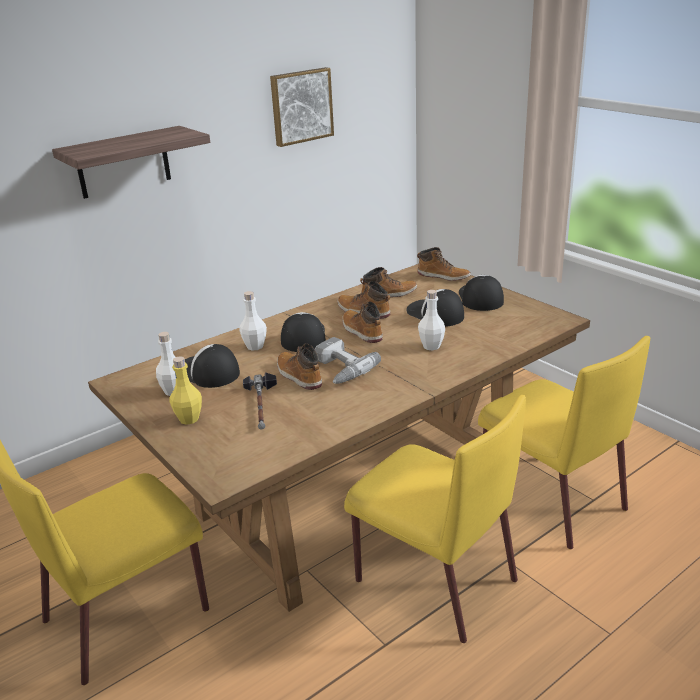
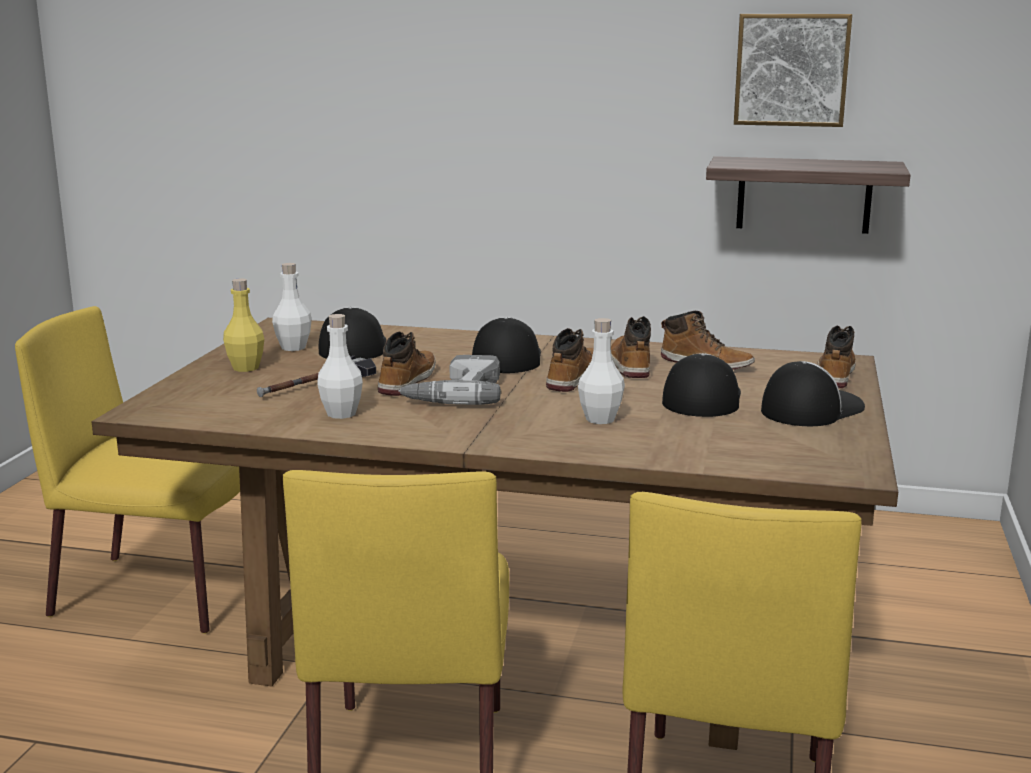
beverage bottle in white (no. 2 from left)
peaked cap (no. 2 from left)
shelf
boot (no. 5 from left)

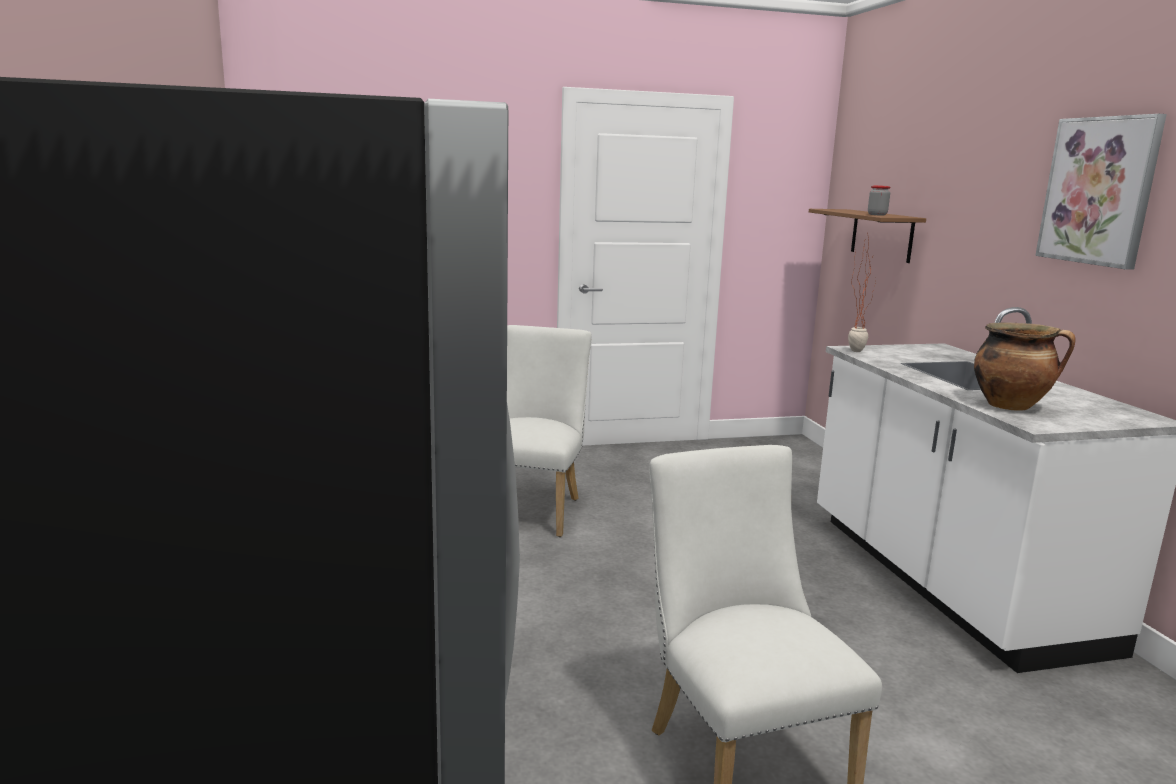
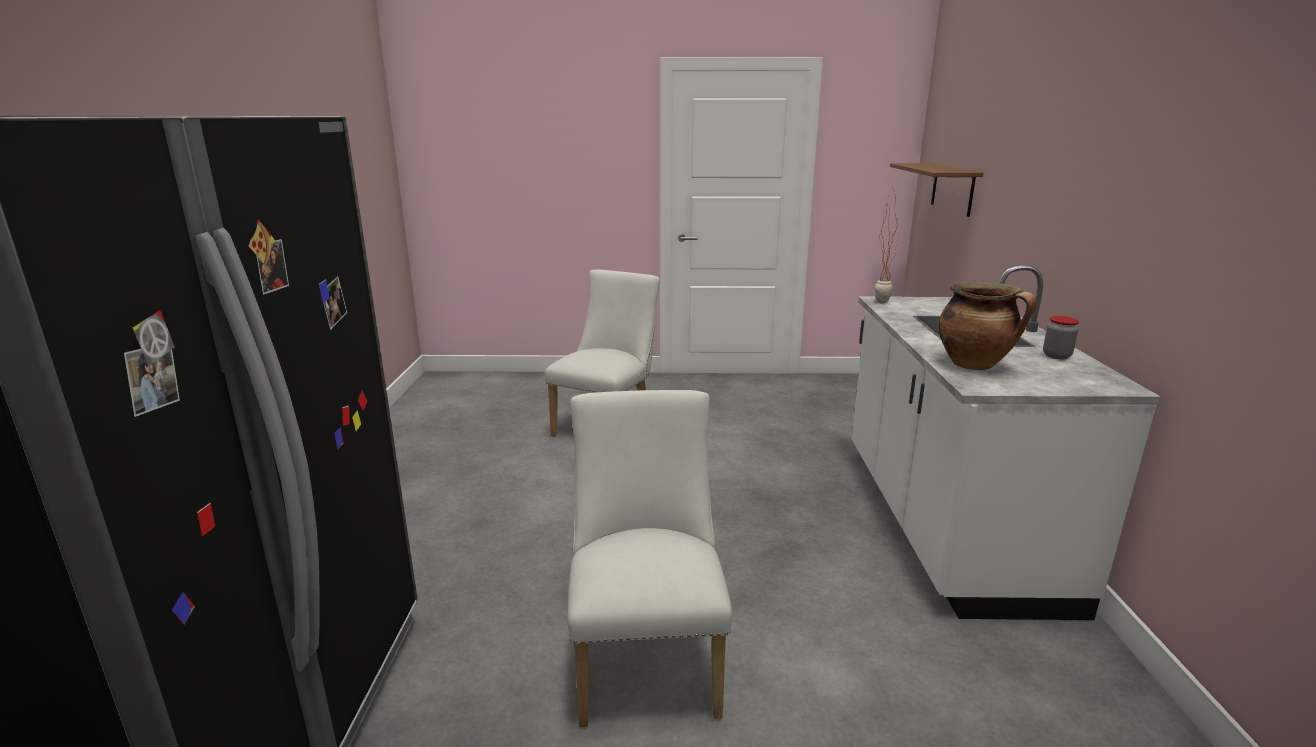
storage jar
picture

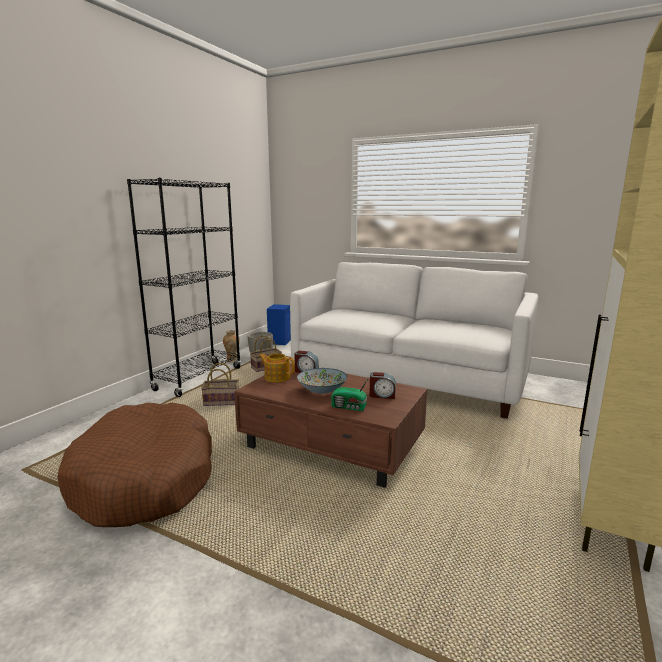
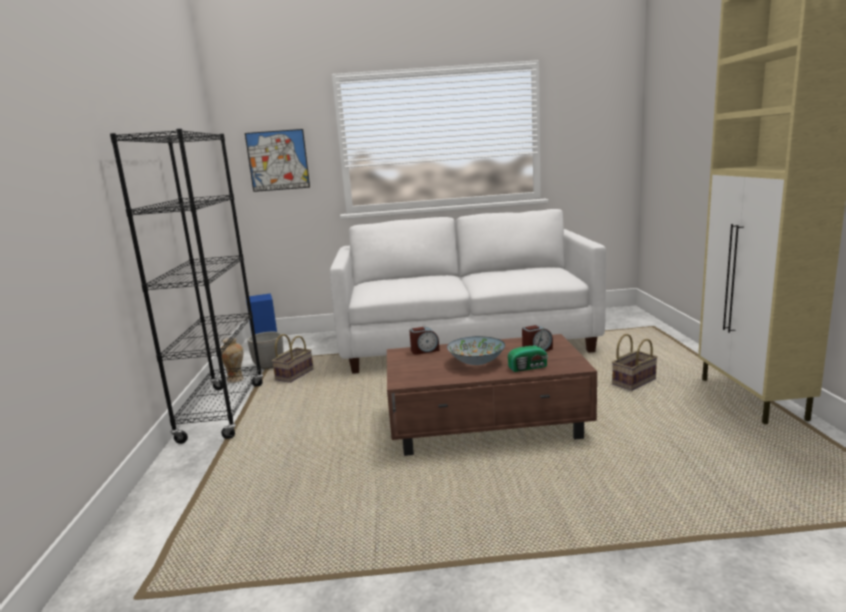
picture
storage basket (no. 2 from left)
pet bed in brown-coloured
teapot

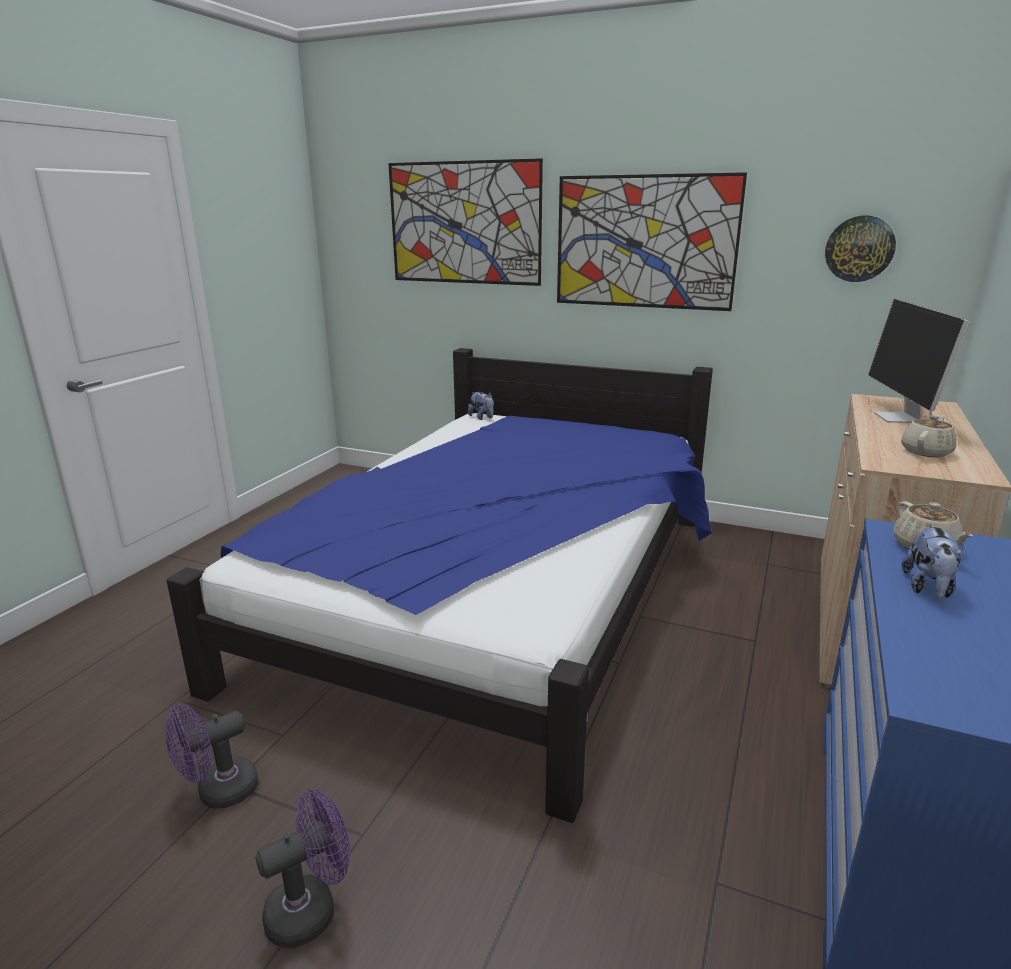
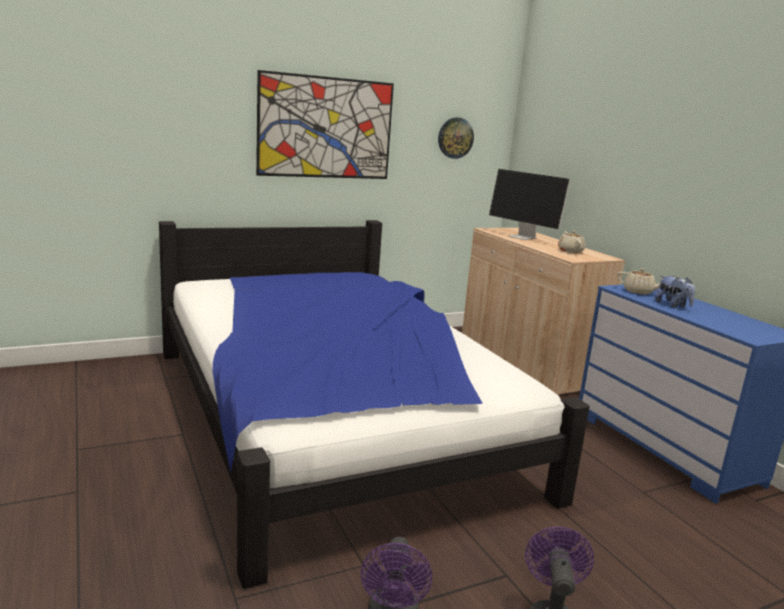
picture (no. 1 from left in the first image)
soft toy (no. 1 from left in the first image)

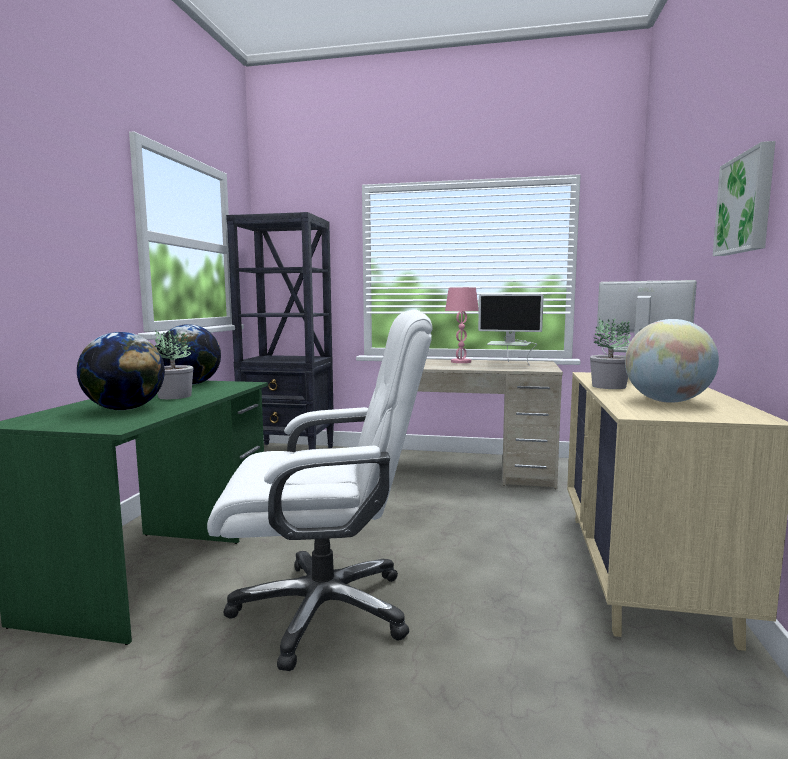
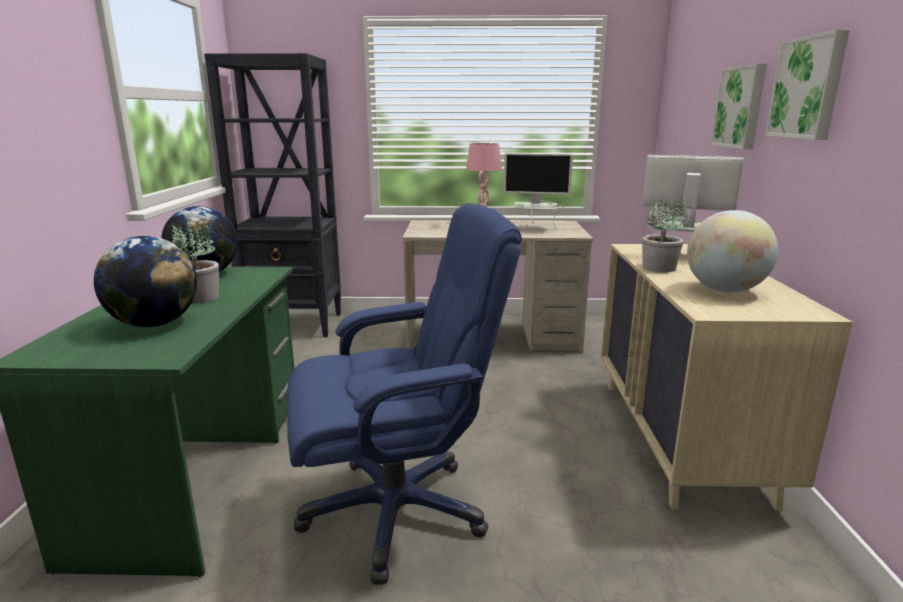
computer chair in bluish
picture (no. 1 from left)

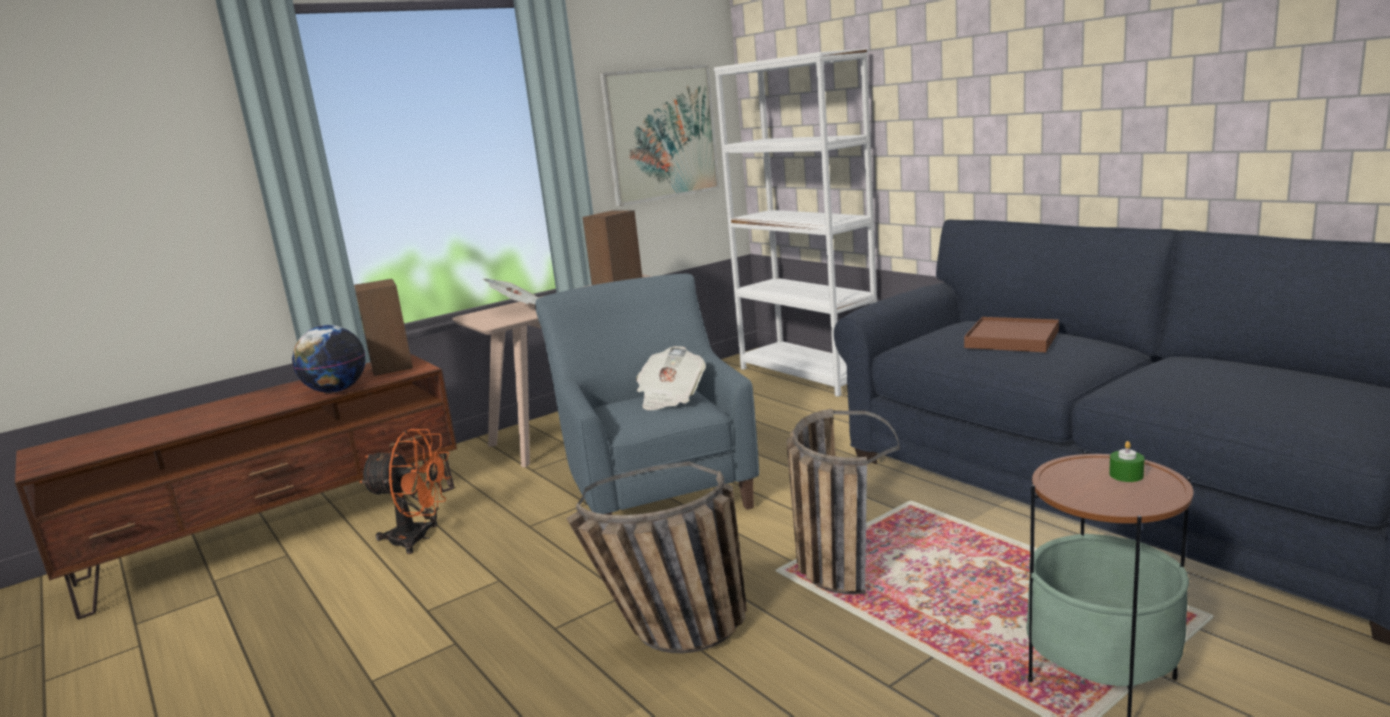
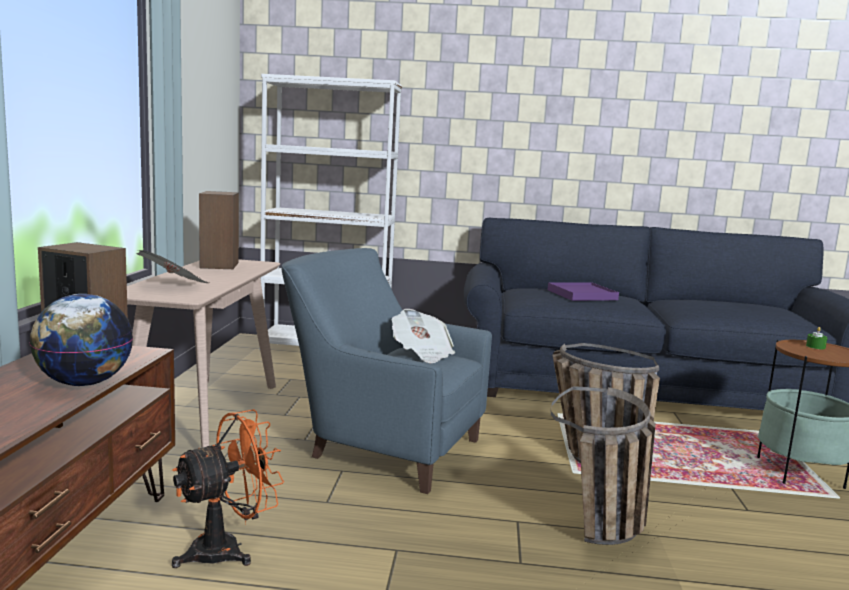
carrying tray in purplish
picture

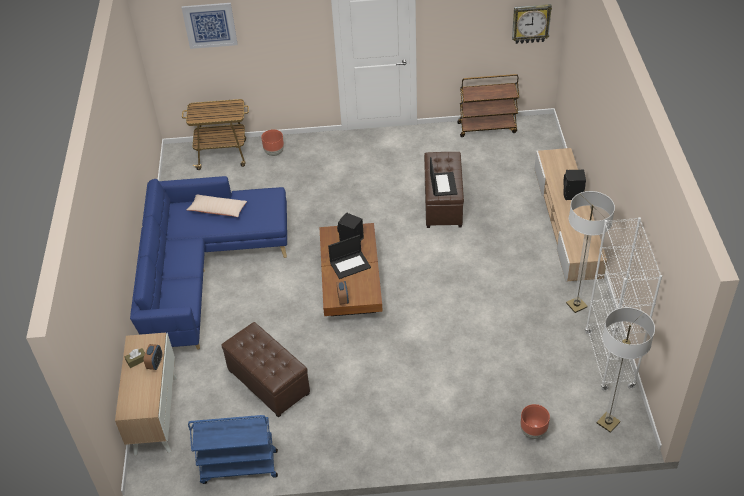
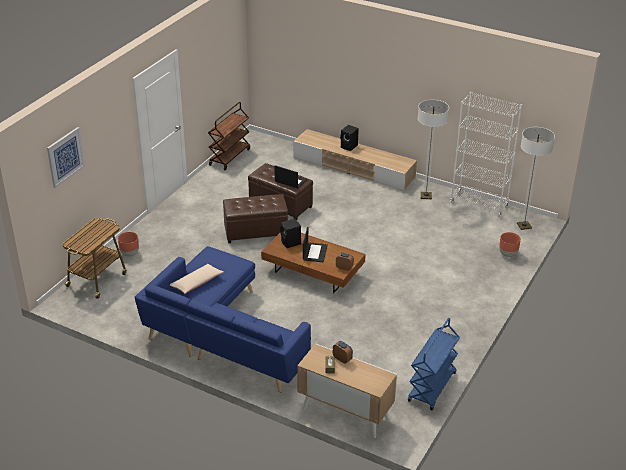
footrest in brown-coloured (no. 1 from left)
wall clock

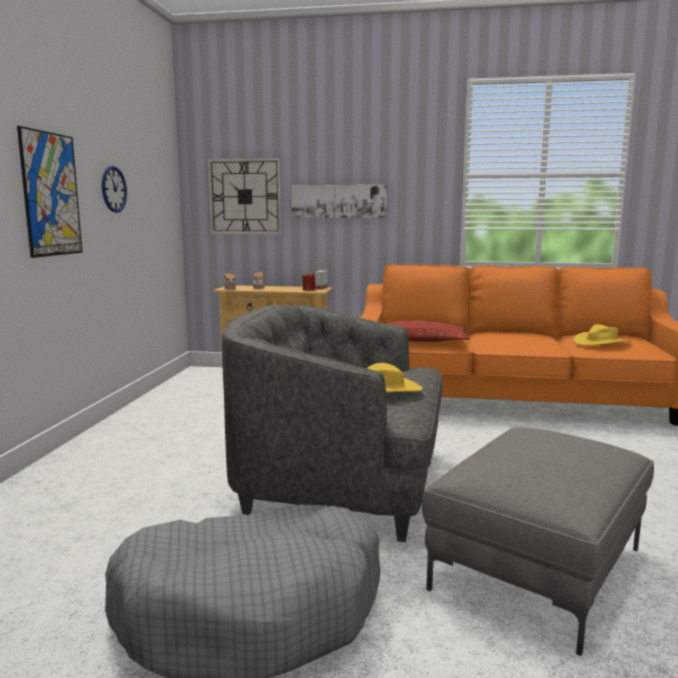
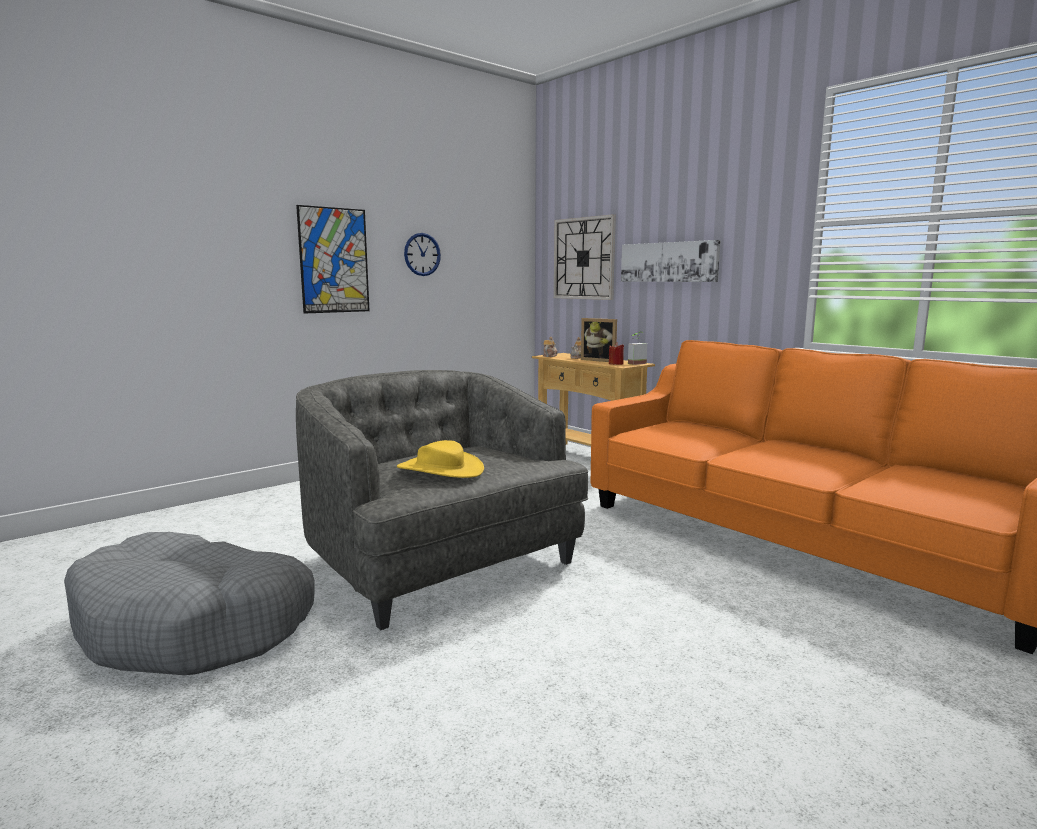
picture frame
throw pillow
footrest in gray
clothing hat in yellow (no. 2 from left in the first image)

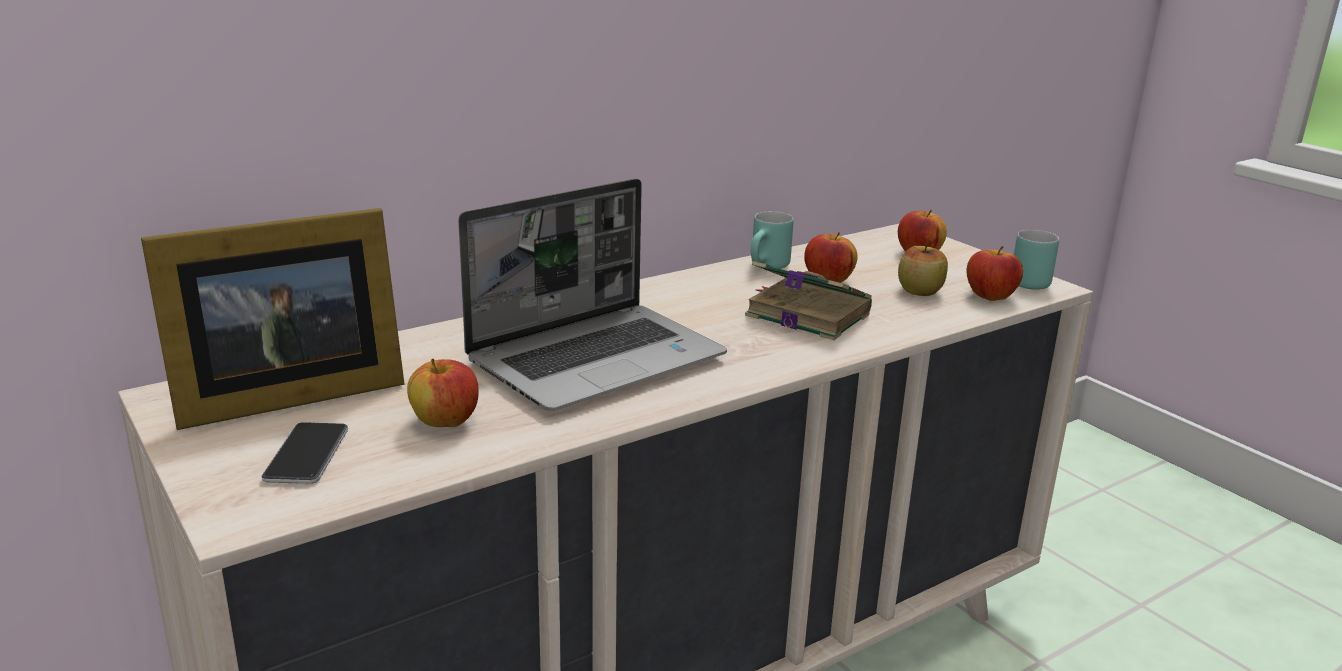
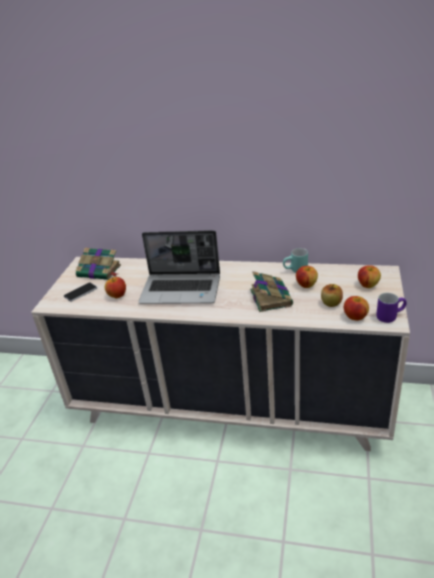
volume (no. 1 from left)
mug in purplish

